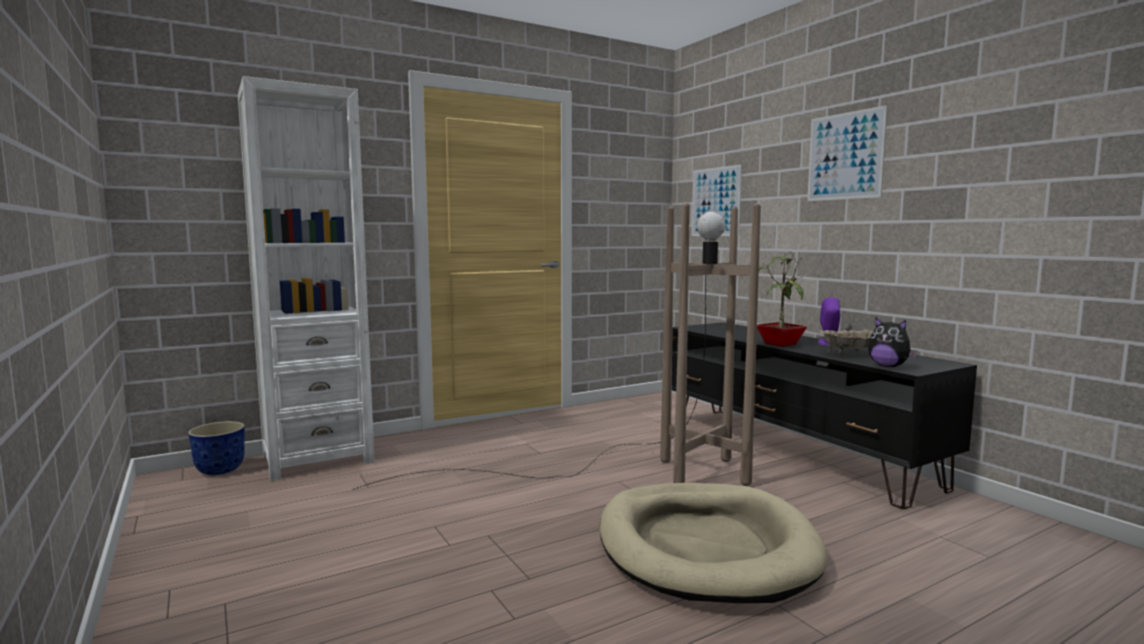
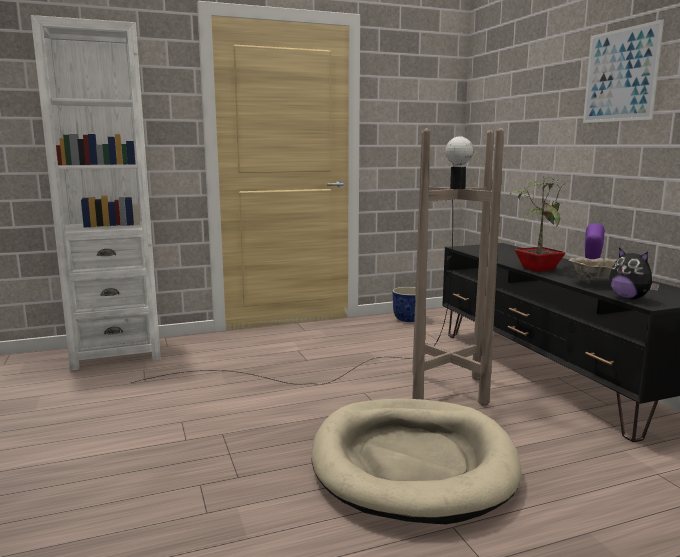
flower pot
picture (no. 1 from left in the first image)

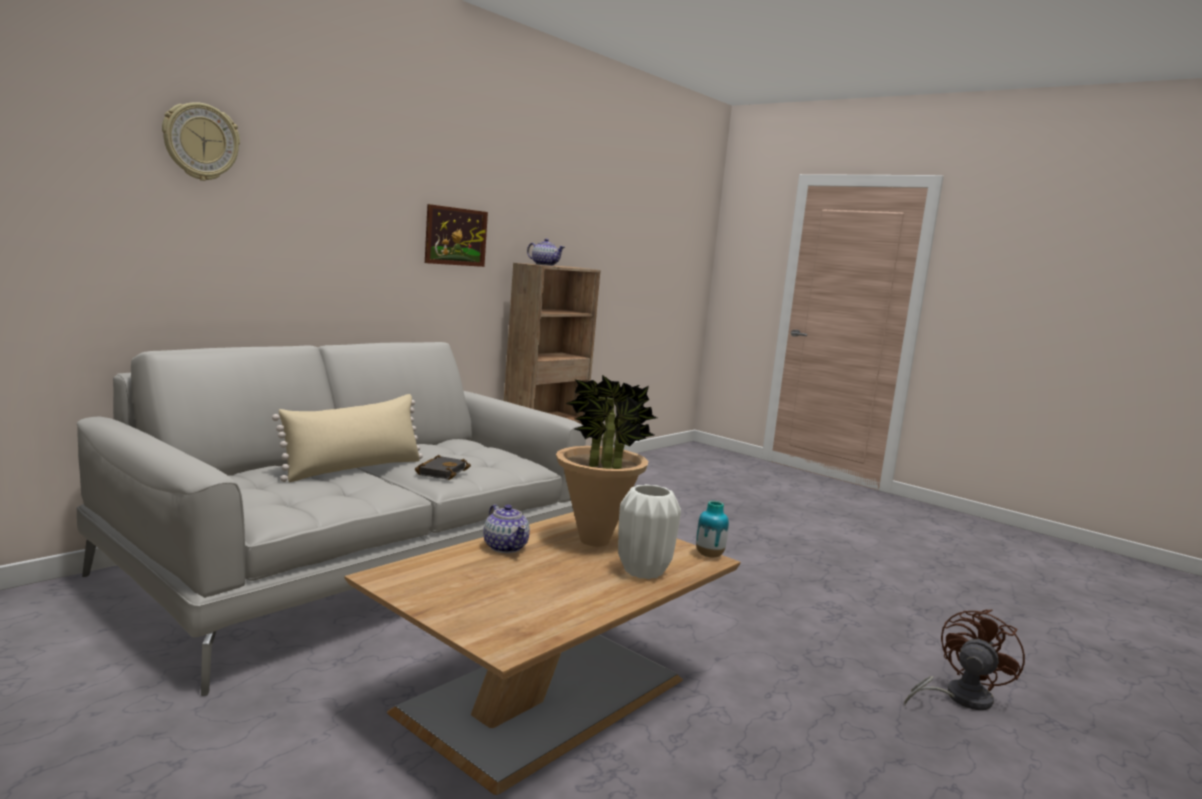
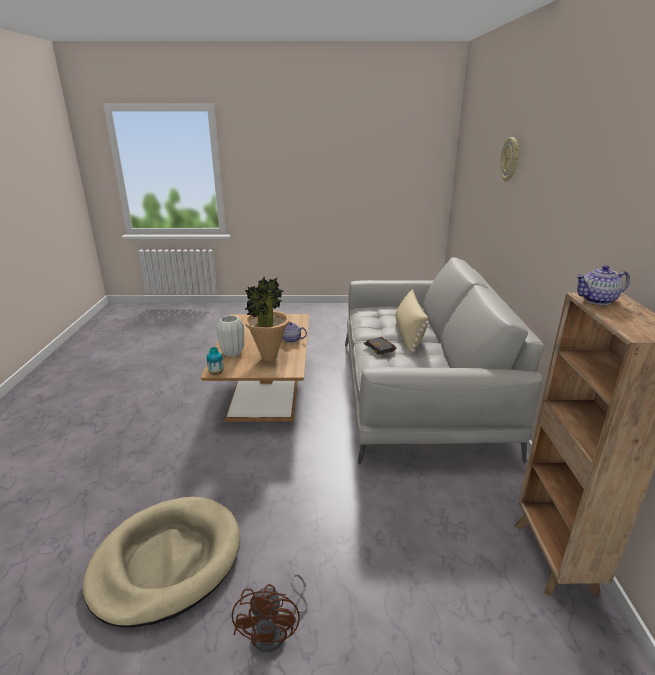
pet bed in sand-coloured
cooling fan in brown-coloured
picture

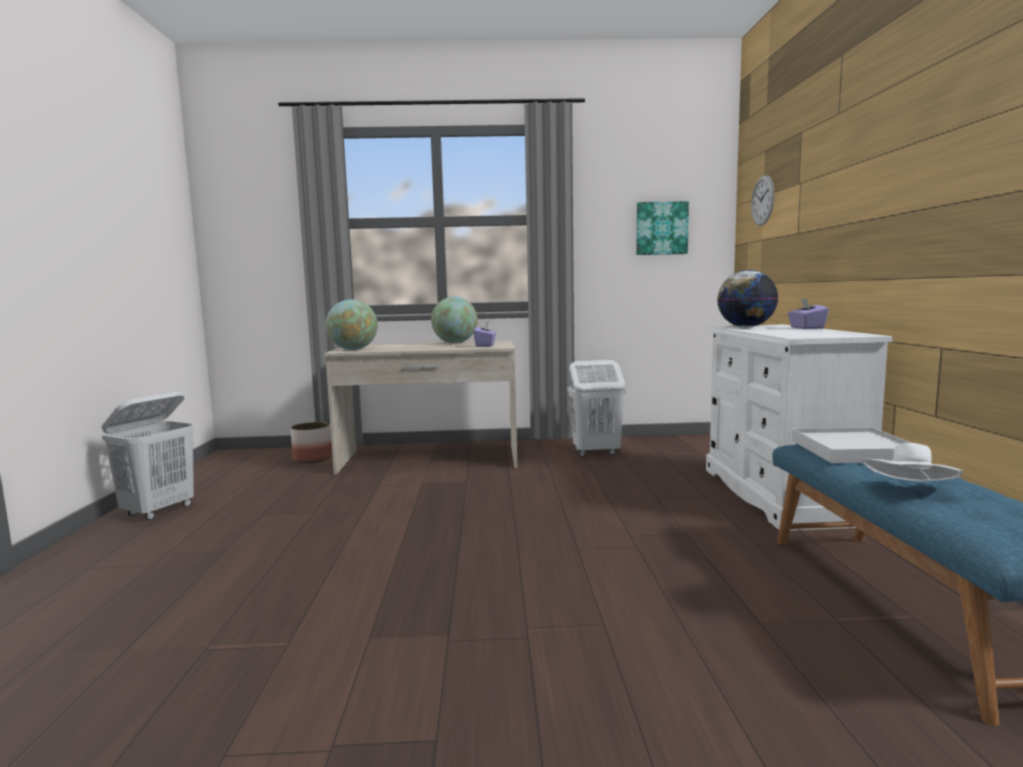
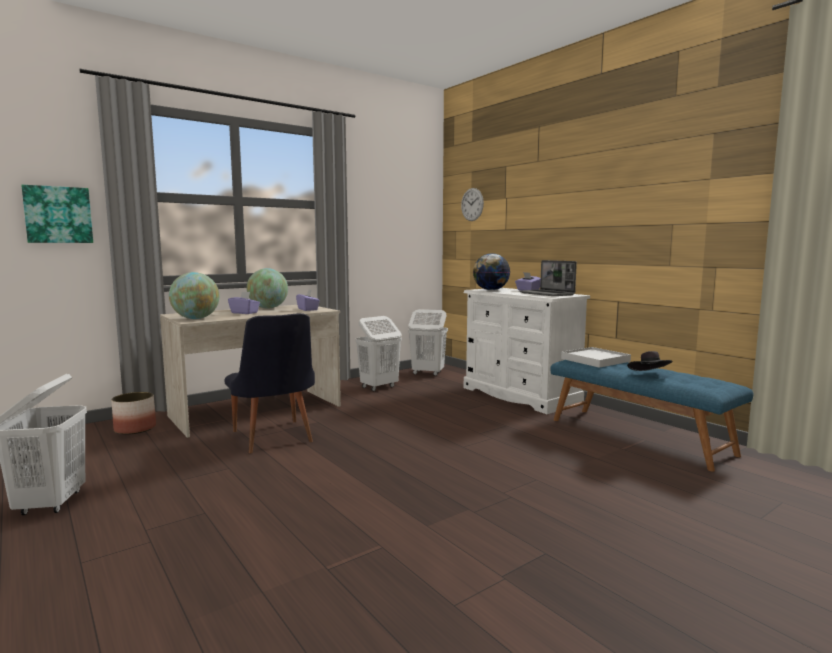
picture
chair in blackish
tissue holder in purplish (no. 1 from left)
hamper in white (no. 3 from left)
portable computer
clothing hat in blackish

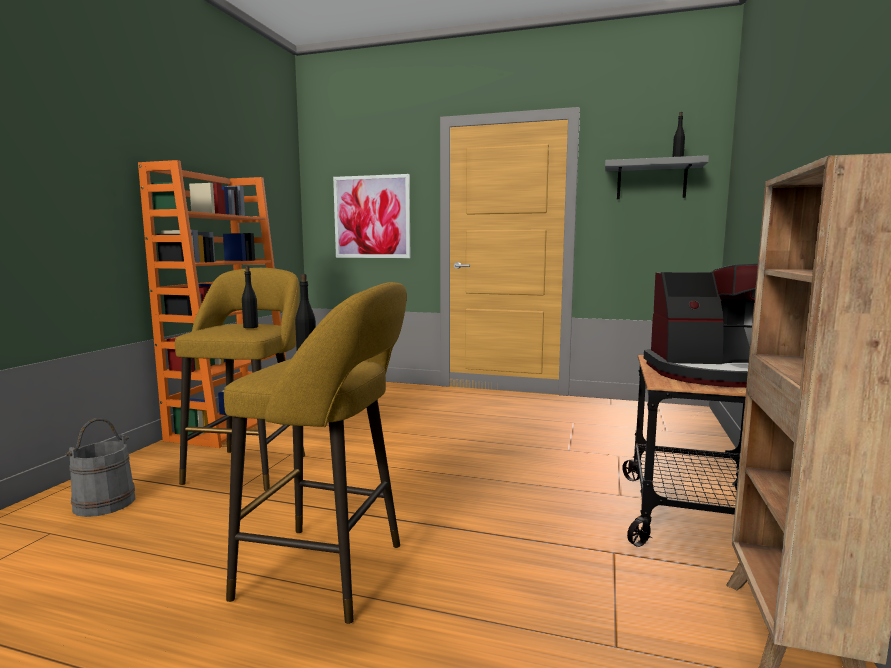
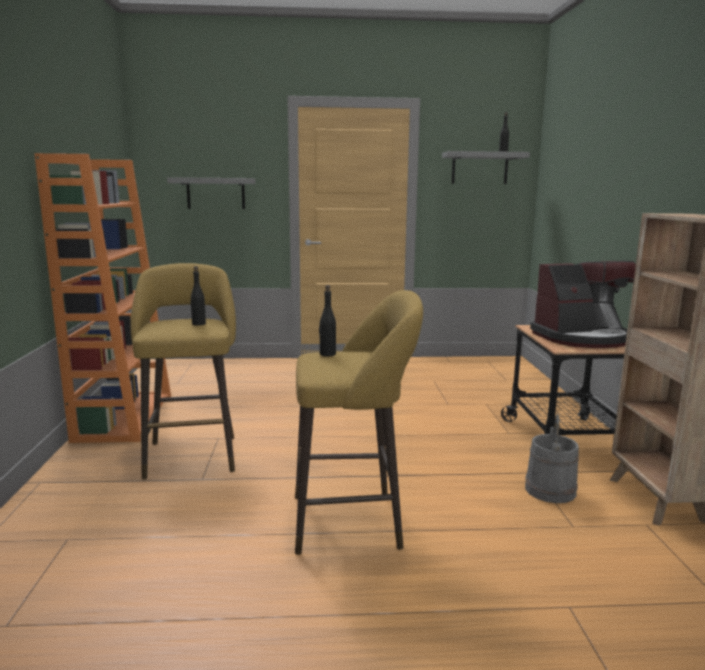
shelf in gray (no. 1 from left)
water bucket in gray

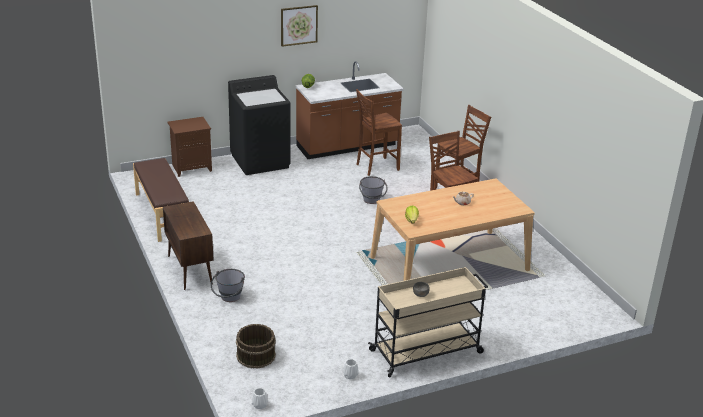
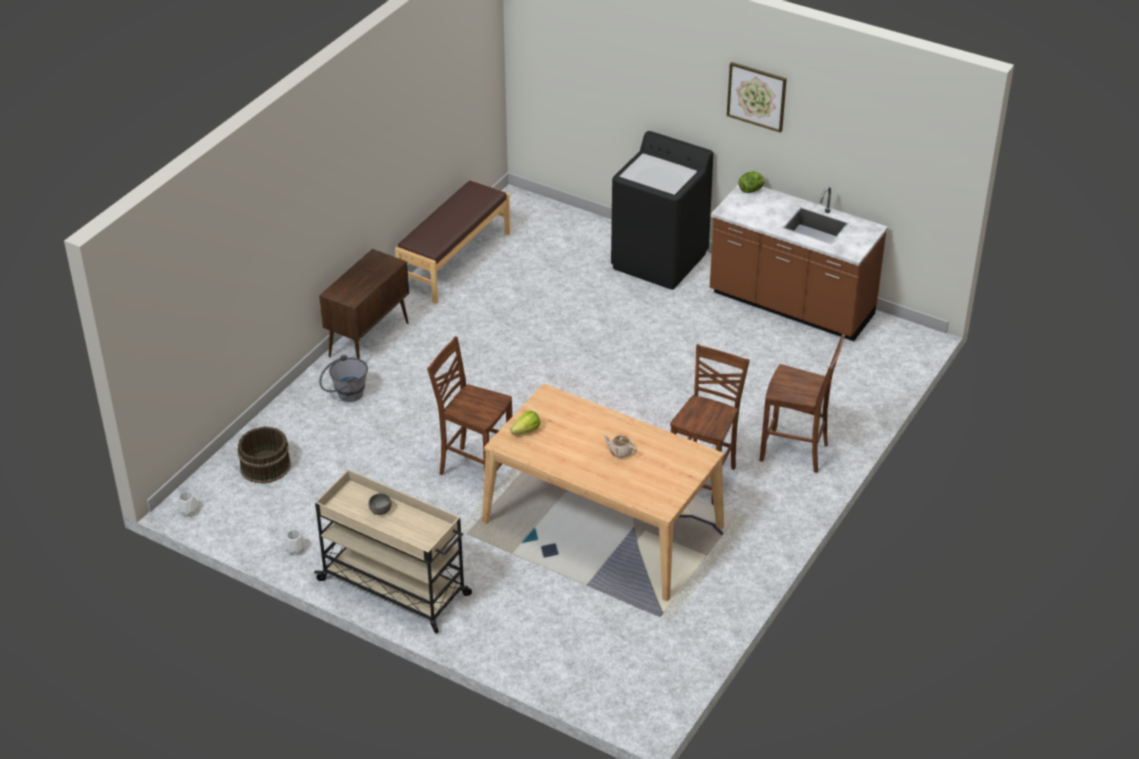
chair in brown-coloured (no. 1 from left)
night table in brown-coloured
water bucket in gray (no. 2 from left in the first image)

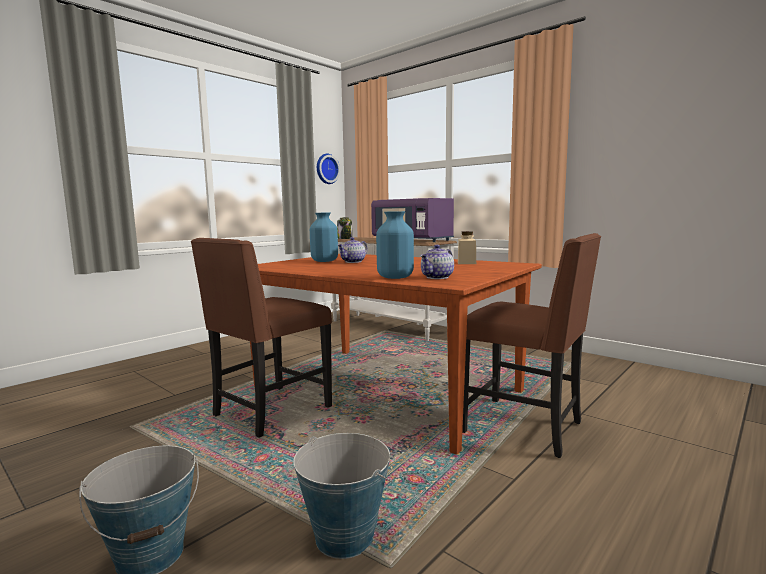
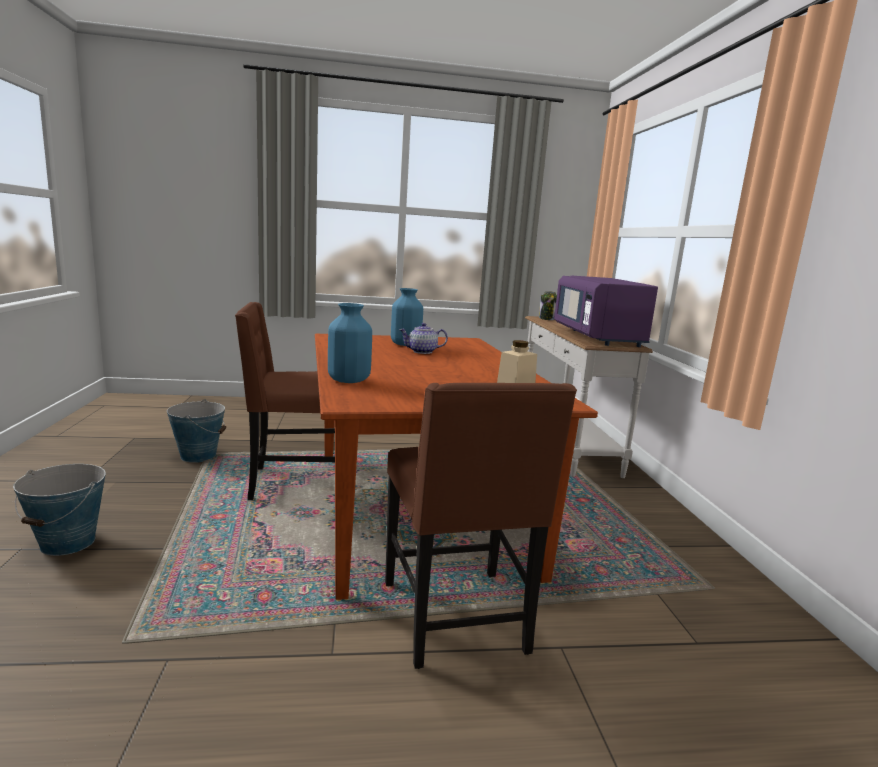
water bucket (no. 2 from left)
wall clock
teapot (no. 2 from left in the first image)

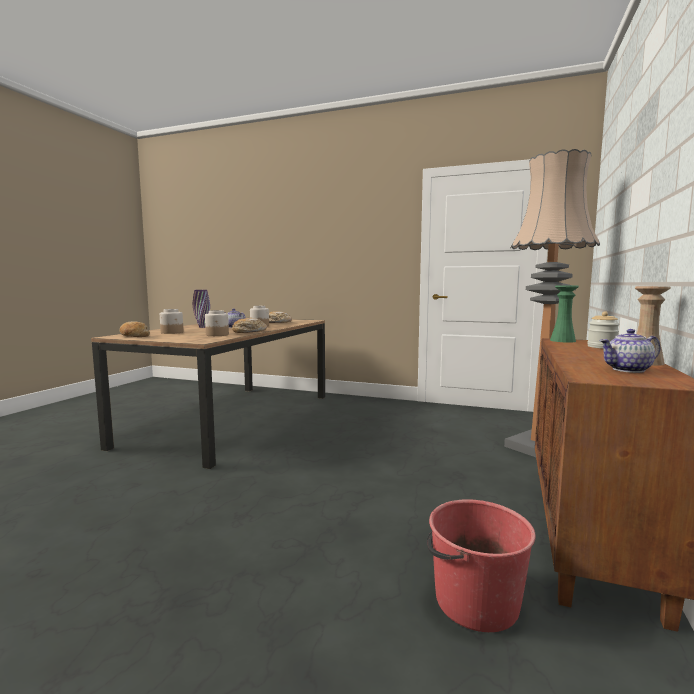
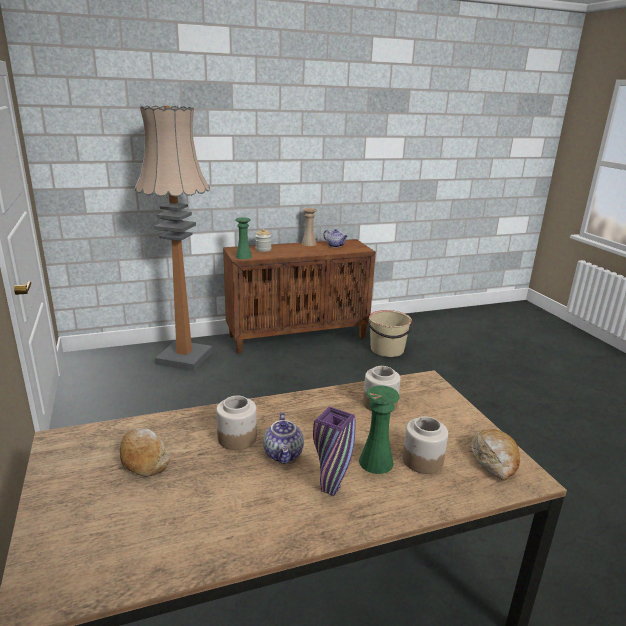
flower vase in green (no. 2 from left)
water bucket in sand-coloured
bread (no. 2 from left in the first image)

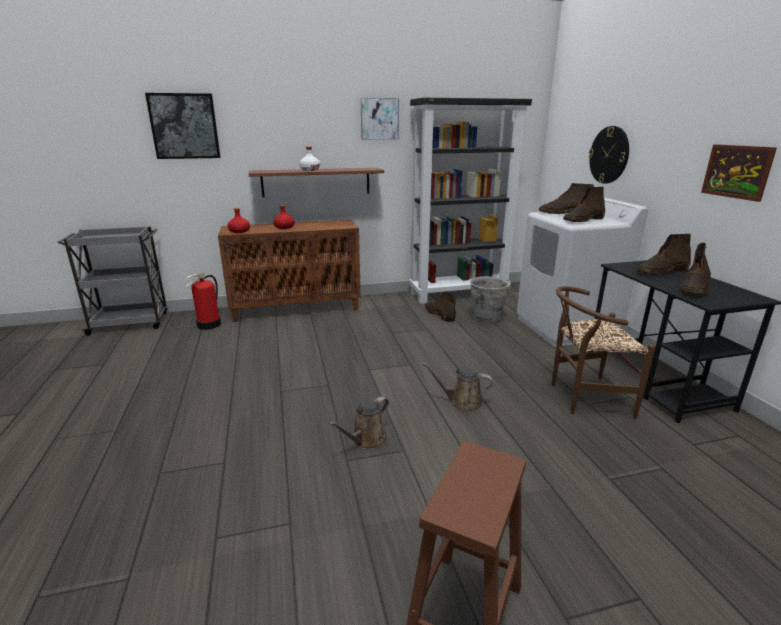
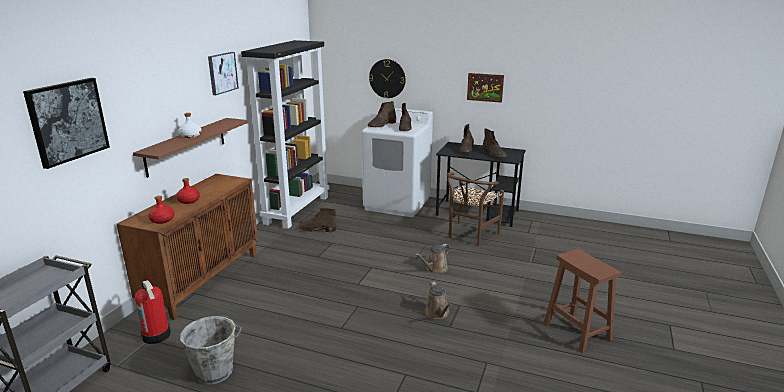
water bucket in gray

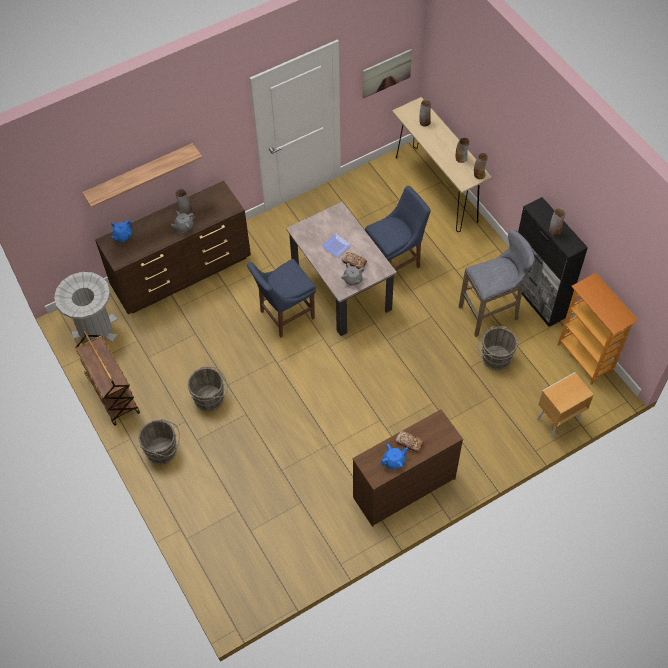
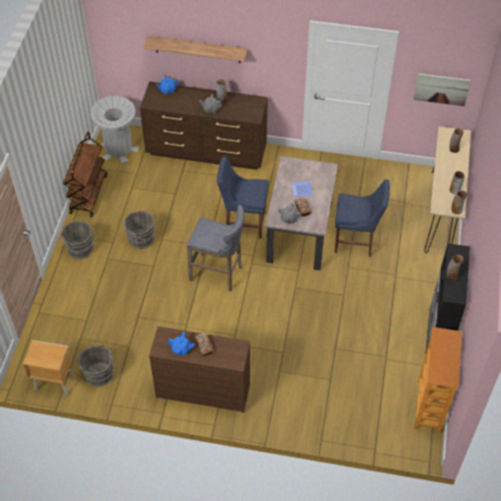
night table in brown-coloured
water bucket in gray (no. 2 from left)
stool in gray

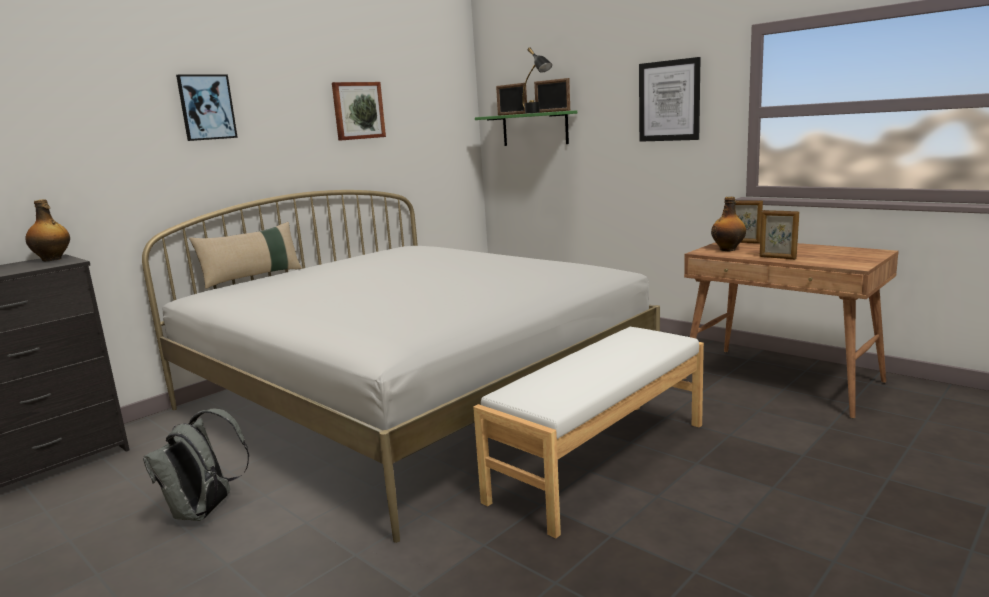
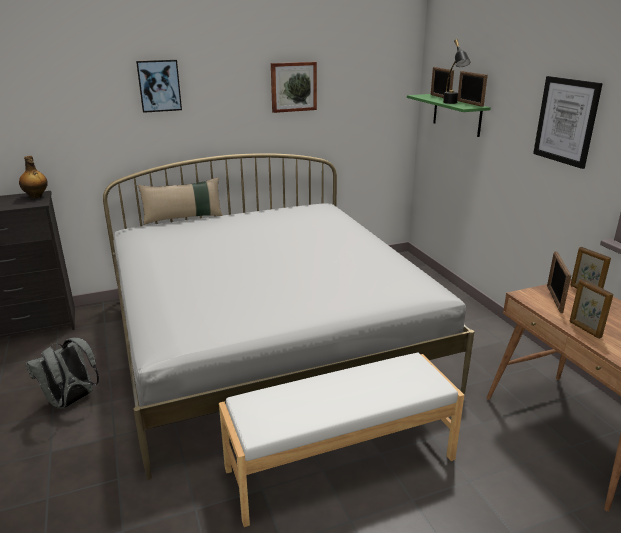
picture frame (no. 3 from left)

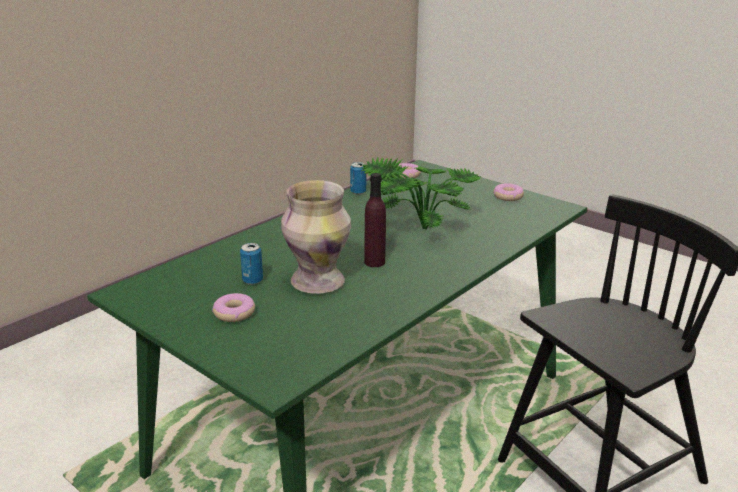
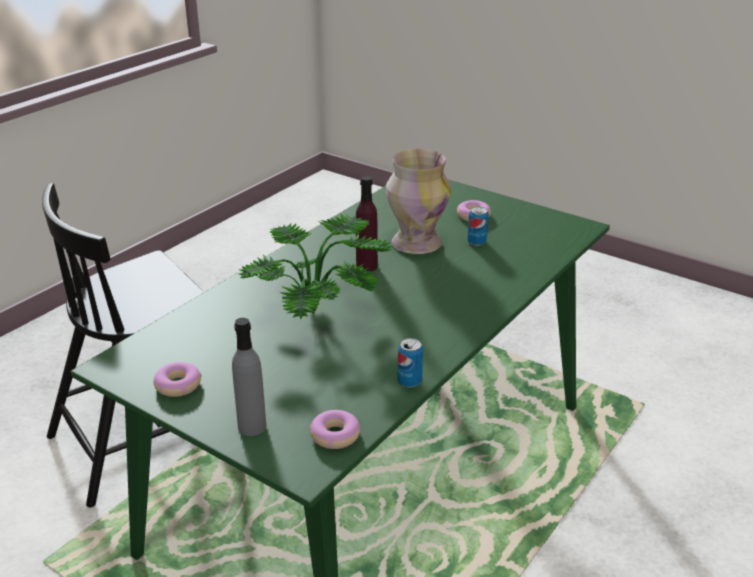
beverage bottle in gray

